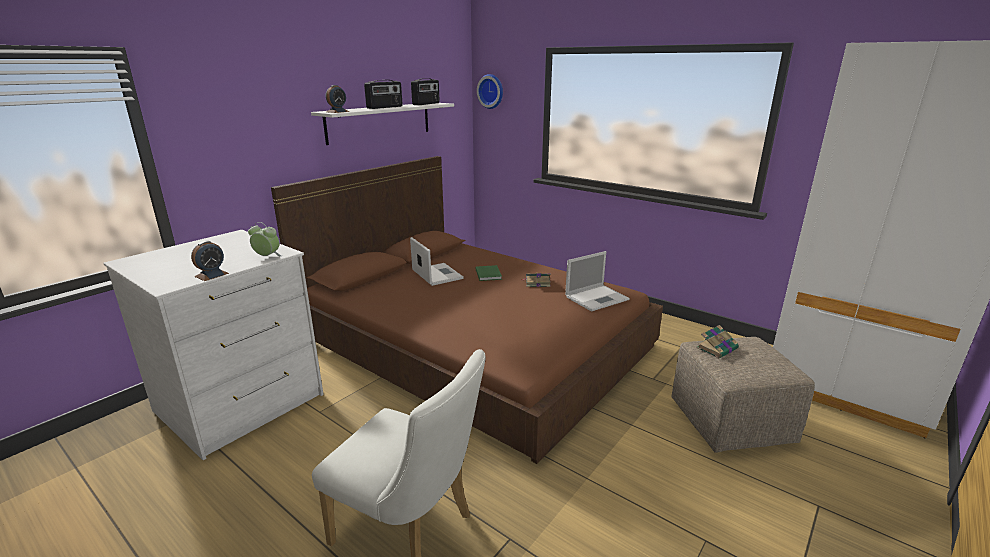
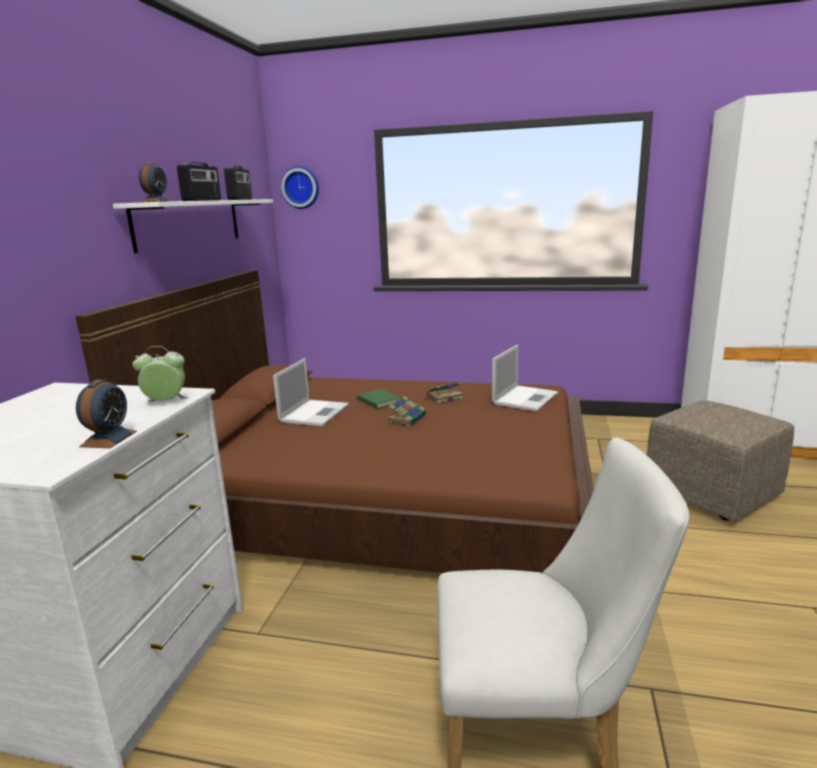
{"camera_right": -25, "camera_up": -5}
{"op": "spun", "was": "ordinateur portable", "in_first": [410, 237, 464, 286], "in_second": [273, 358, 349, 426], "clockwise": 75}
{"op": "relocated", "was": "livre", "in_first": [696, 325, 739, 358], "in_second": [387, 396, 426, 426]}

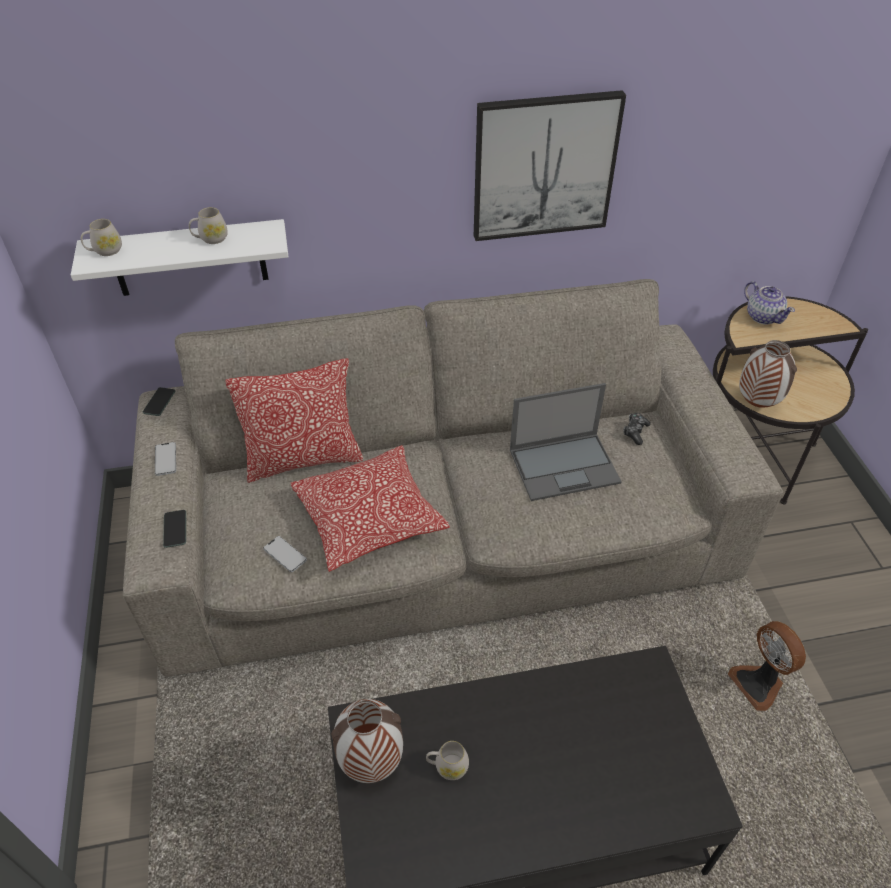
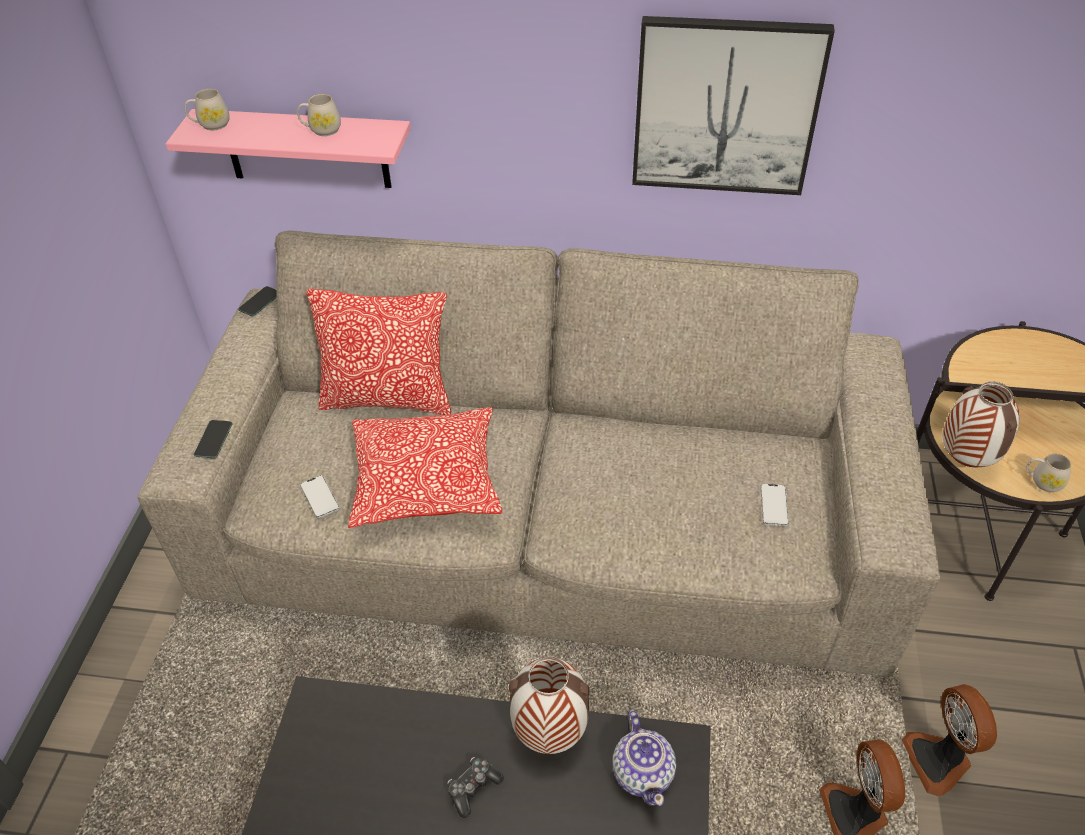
{"camera_right": 20, "camera_up": 0}
{"op": "colour", "was": "étagère/blanc", "now": "étagère/rose", "in_first": [71, 219, 288, 296], "in_second": [166, 109, 411, 188]}
{"op": "relocated", "was": "théière", "in_first": [744, 281, 795, 324], "in_second": [612, 710, 676, 806]}
{"op": "missing", "was": "ordinateur portable", "in_first": [510, 383, 622, 501]}
{"op": "relocated", "was": "manette", "in_first": [623, 413, 651, 445], "in_second": [447, 757, 504, 818]}
{"op": "relocated", "was": "téléphone", "in_first": [155, 442, 176, 476], "in_second": [761, 484, 789, 526]}
{"op": "relocated", "was": "vase", "in_first": [331, 699, 403, 783], "in_second": [509, 657, 589, 754]}
{"op": "relocated", "was": "mug/blanc", "in_first": [426, 741, 469, 780], "in_second": [1026, 453, 1071, 492]}
{"op": "appeared", "now": "ventilateur", "in_second": [902, 684, 997, 796]}

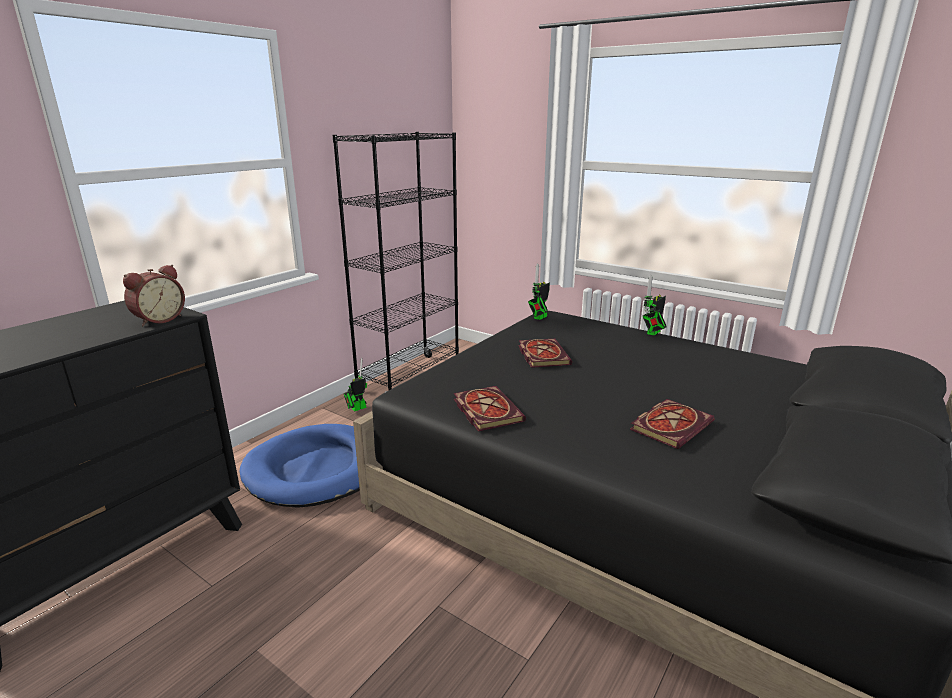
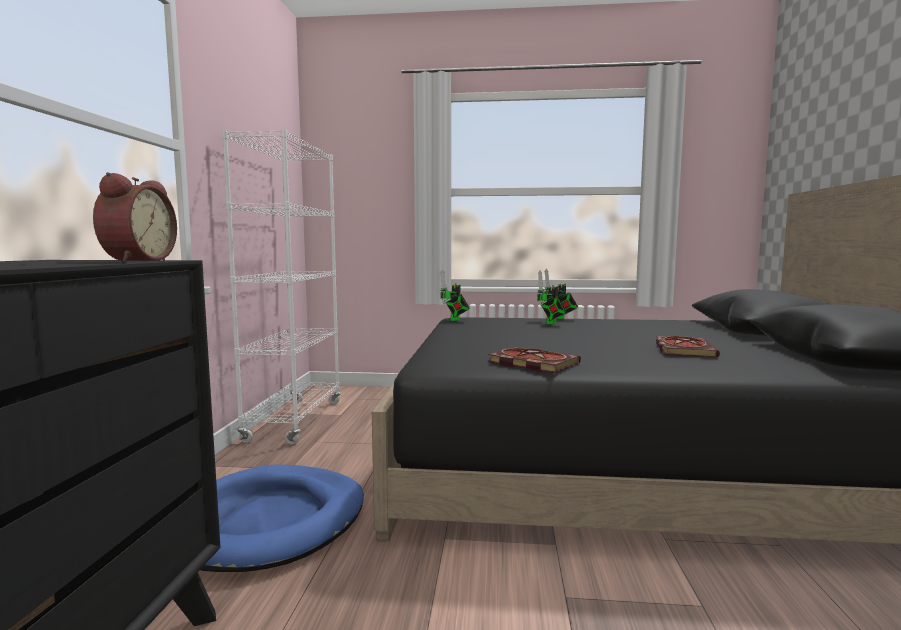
{"camera_right": -30, "camera_up": -15}
{"op": "colour", "was": "bibliothèque/noir", "now": "bibliothèque/blanc", "in_first": [333, 132, 459, 393], "in_second": [222, 129, 341, 445]}
{"op": "missing", "was": "livre", "in_first": [518, 339, 572, 368]}
{"op": "relocated", "was": "robot jouet", "in_first": [344, 358, 367, 411], "in_second": [537, 271, 566, 324]}

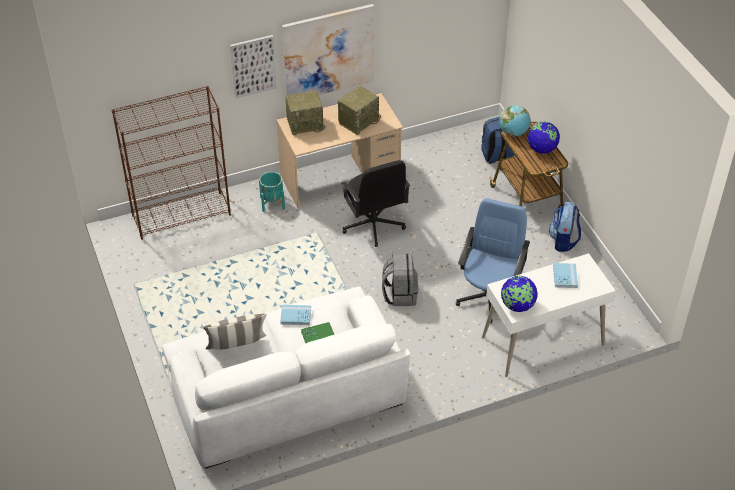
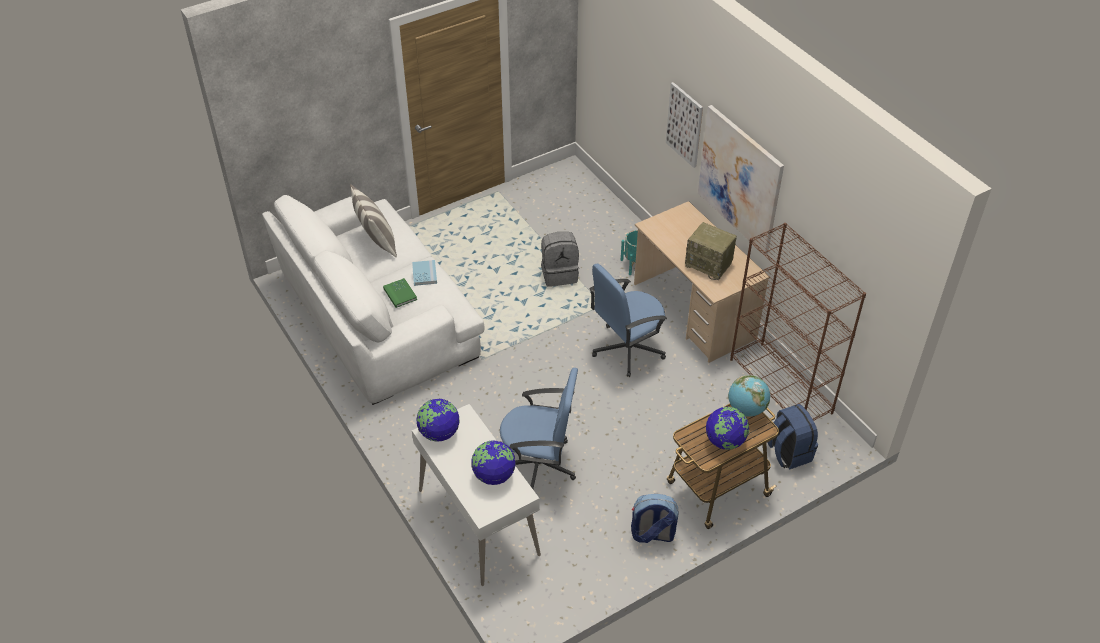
{"camera_right": 80, "camera_up": 0}
{"op": "relocated", "was": "bibliothèque/marron", "in_first": [112, 86, 231, 240], "in_second": [730, 223, 866, 421]}
{"op": "missing", "was": "radio", "in_first": [285, 90, 325, 135]}
{"op": "colour", "was": "chaise de bureau/noir", "now": "chaise de bureau/bleu", "in_first": [341, 160, 410, 247], "in_second": [589, 264, 667, 377]}
{"op": "relocated", "was": "sac à dos/gris", "in_first": [382, 254, 418, 306], "in_second": [541, 232, 579, 287]}
{"op": "exchanged", "was": "livre/bleu", "now": "globe", "in_first": [553, 263, 578, 288], "in_second": [471, 440, 516, 485]}

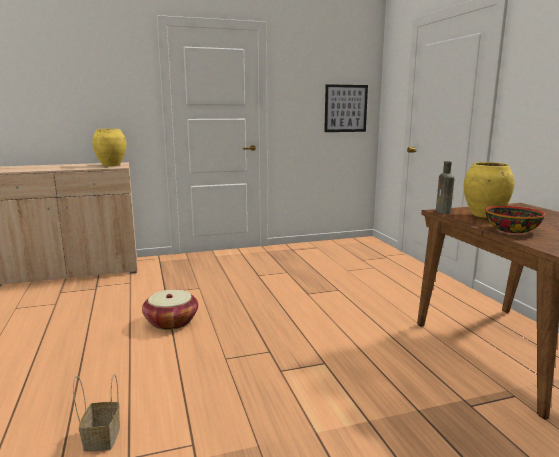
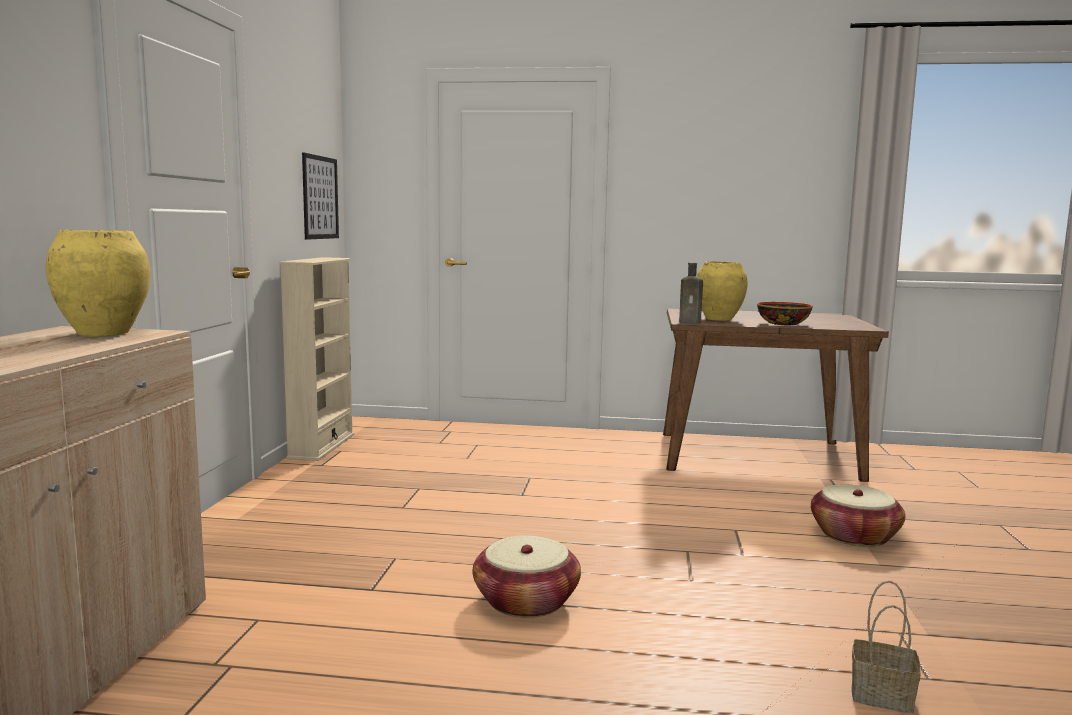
{"camera_right": -65, "camera_up": -5}
{"op": "appeared", "now": "bibliothèque/beige", "in_second": [280, 257, 355, 461]}
{"op": "appeared", "now": "panier", "in_second": [811, 485, 905, 547]}

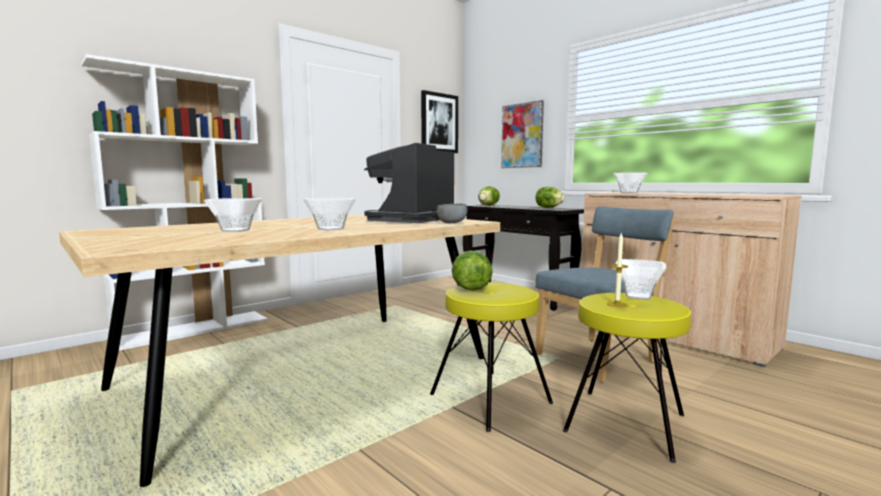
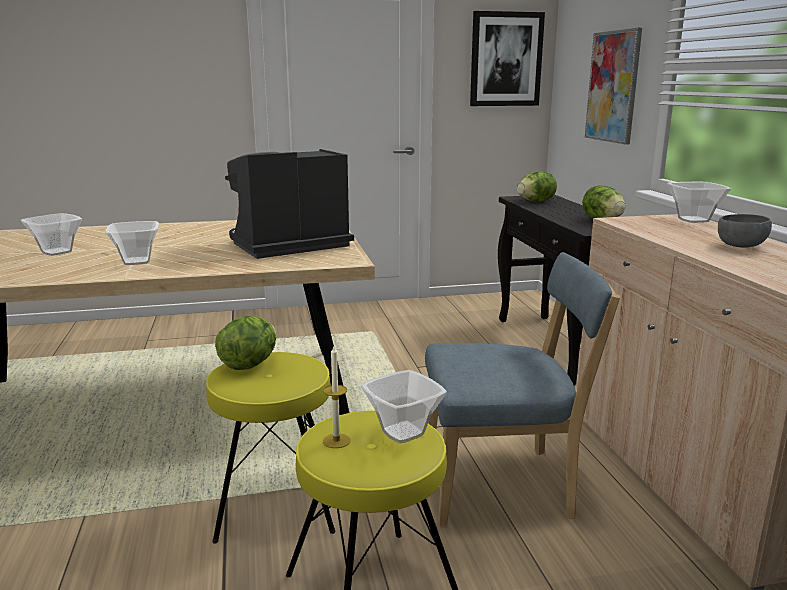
{"camera_right": 30, "camera_up": 10}
{"op": "missing", "was": "bibliothèque/blanc", "in_first": [81, 54, 268, 351]}
{"op": "relocated", "was": "bol/gris", "in_first": [437, 204, 467, 223], "in_second": [718, 214, 772, 248]}

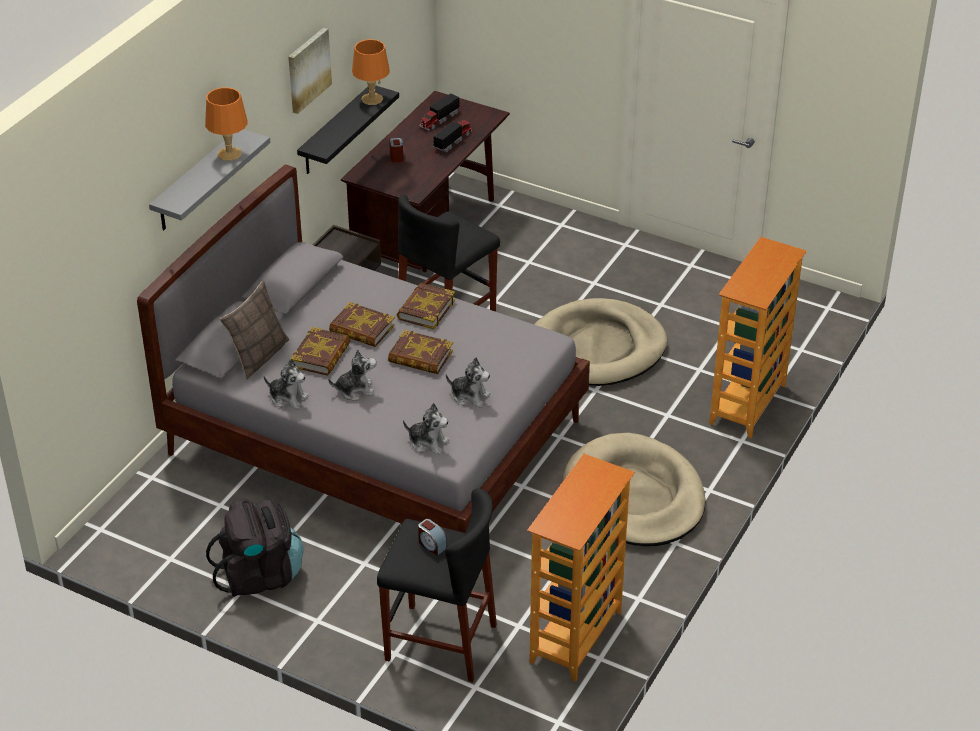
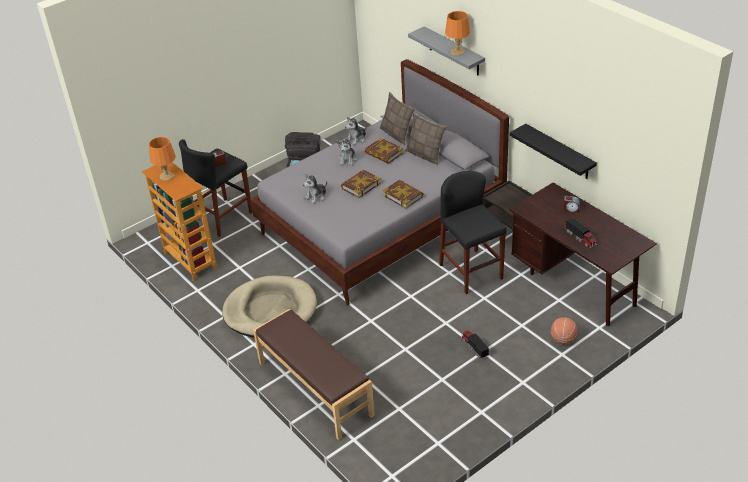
{"camera_right": 115, "camera_up": 0}
{"op": "missing", "was": "tableau", "in_first": [288, 27, 332, 114]}
{"op": "relocated", "was": "lampe de table/orange", "in_first": [352, 39, 390, 105], "in_second": [149, 137, 176, 181]}
{"op": "relocated", "was": "camion jouet", "in_first": [419, 93, 460, 131], "in_second": [461, 330, 489, 359]}
{"op": "exchanged", "was": "bibliothèque", "now": "banc/marron", "in_first": [709, 237, 807, 438], "in_second": [253, 309, 375, 440]}
{"op": "missing", "was": "panier pour chien/beige", "in_first": [534, 298, 667, 386]}
{"op": "missing", "was": "livre", "in_first": [329, 302, 395, 347]}
{"op": "missing", "was": "peluche", "in_first": [403, 403, 450, 455]}
{"op": "appeared", "now": "coussin", "in_second": [405, 113, 447, 165]}
{"op": "appeared", "now": "ballon de basket", "in_second": [551, 317, 577, 344]}

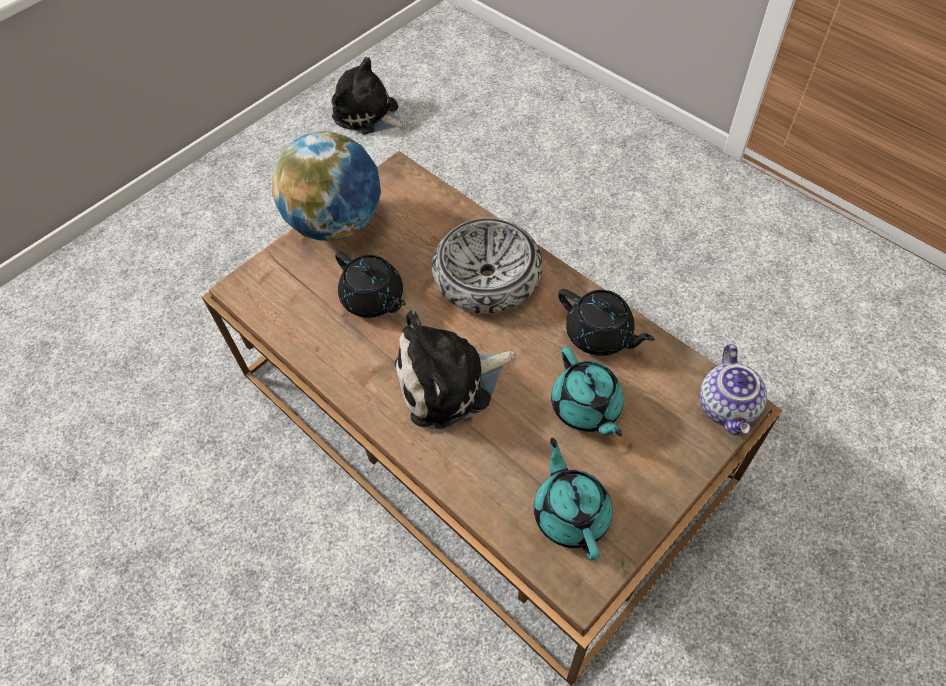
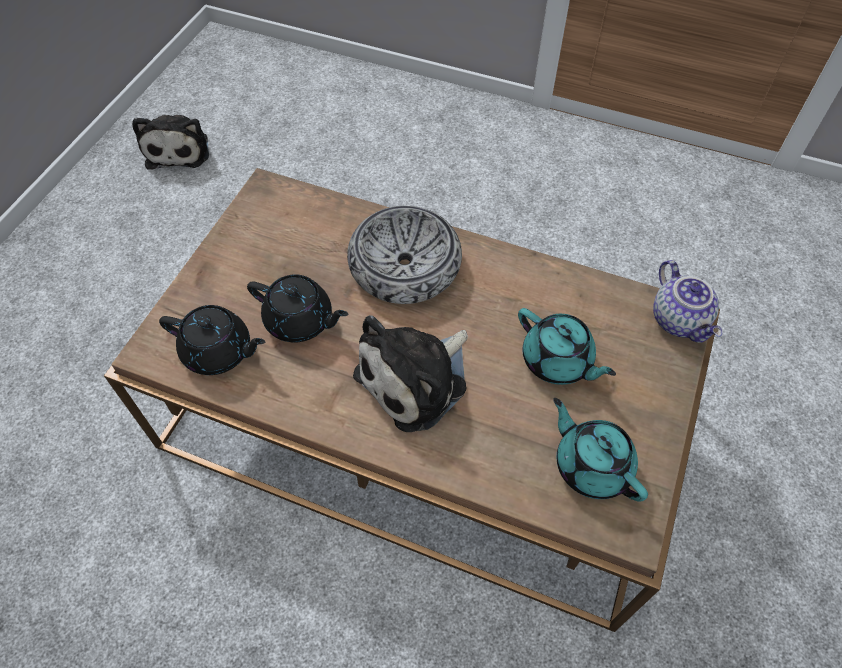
{"camera_right": -25, "camera_up": 0}
{"op": "spun", "was": "peluche", "in_first": [331, 57, 408, 135], "in_second": [132, 115, 209, 170], "clockwise": -105}
{"op": "missing", "was": "globe", "in_first": [272, 131, 381, 241]}
{"op": "relocated", "was": "théière/noir", "in_first": [558, 289, 655, 356], "in_second": [159, 305, 265, 375]}

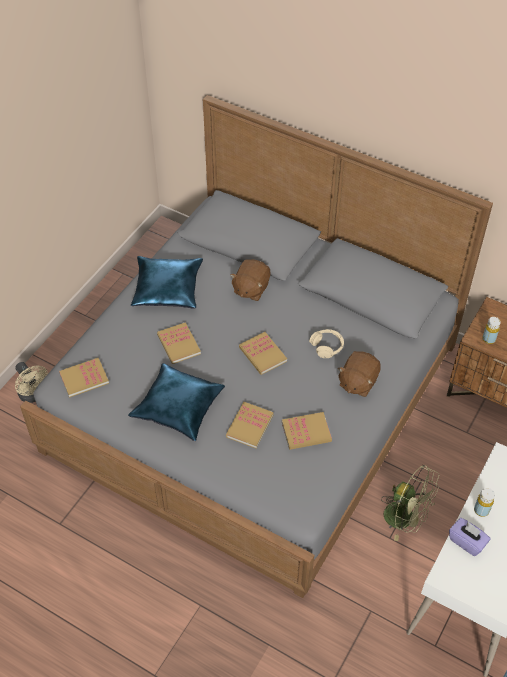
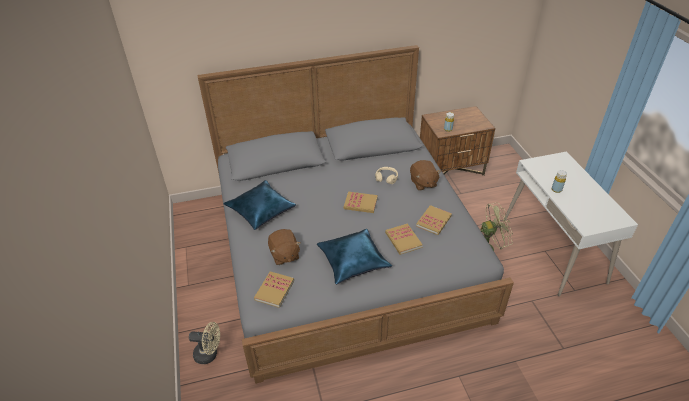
{"camera_right": -45, "camera_up": -10}
{"op": "relocated", "was": "peluche/marron", "in_first": [230, 259, 270, 301], "in_second": [268, 229, 301, 265]}
{"op": "missing", "was": "livre", "in_first": [157, 322, 201, 364]}
{"op": "missing", "was": "boîte à mouchoirs/violet", "in_first": [449, 518, 491, 556]}

